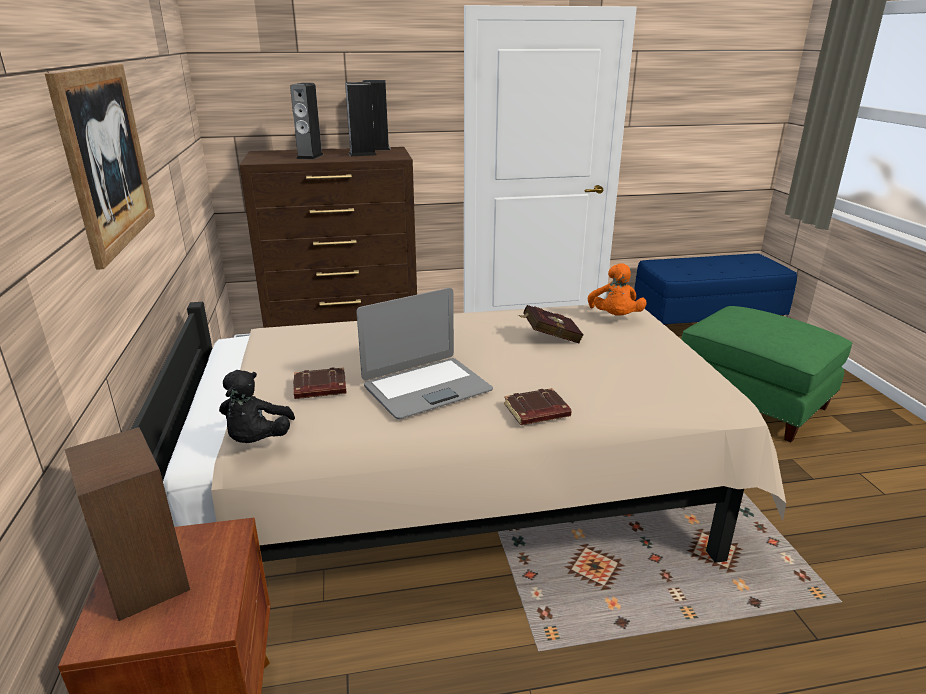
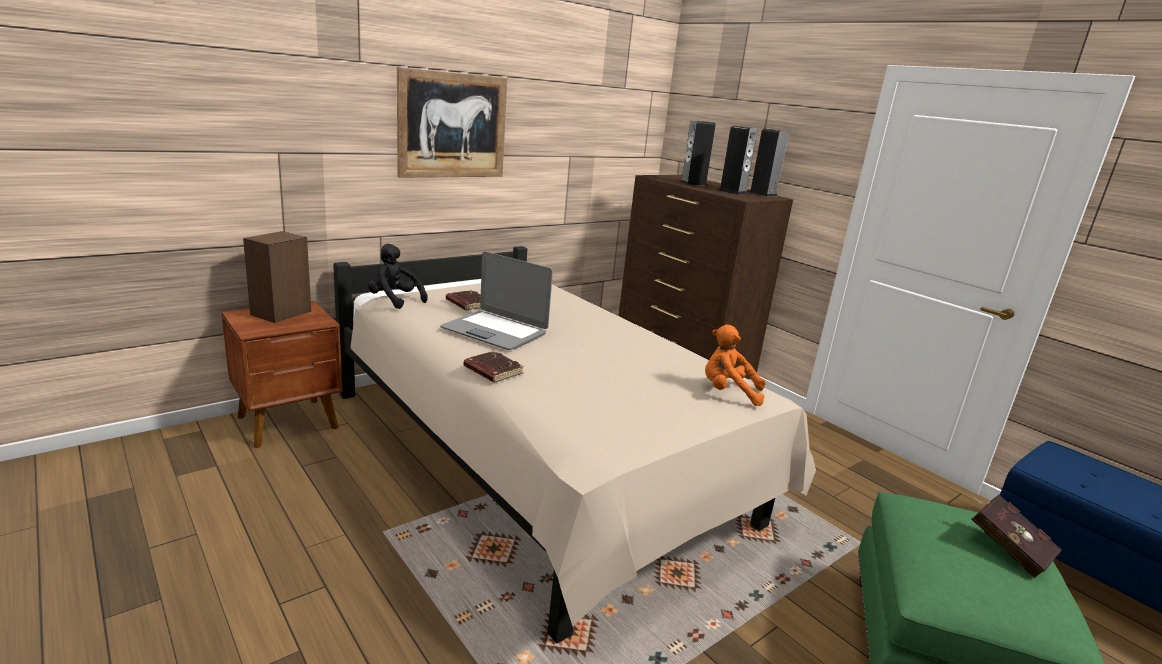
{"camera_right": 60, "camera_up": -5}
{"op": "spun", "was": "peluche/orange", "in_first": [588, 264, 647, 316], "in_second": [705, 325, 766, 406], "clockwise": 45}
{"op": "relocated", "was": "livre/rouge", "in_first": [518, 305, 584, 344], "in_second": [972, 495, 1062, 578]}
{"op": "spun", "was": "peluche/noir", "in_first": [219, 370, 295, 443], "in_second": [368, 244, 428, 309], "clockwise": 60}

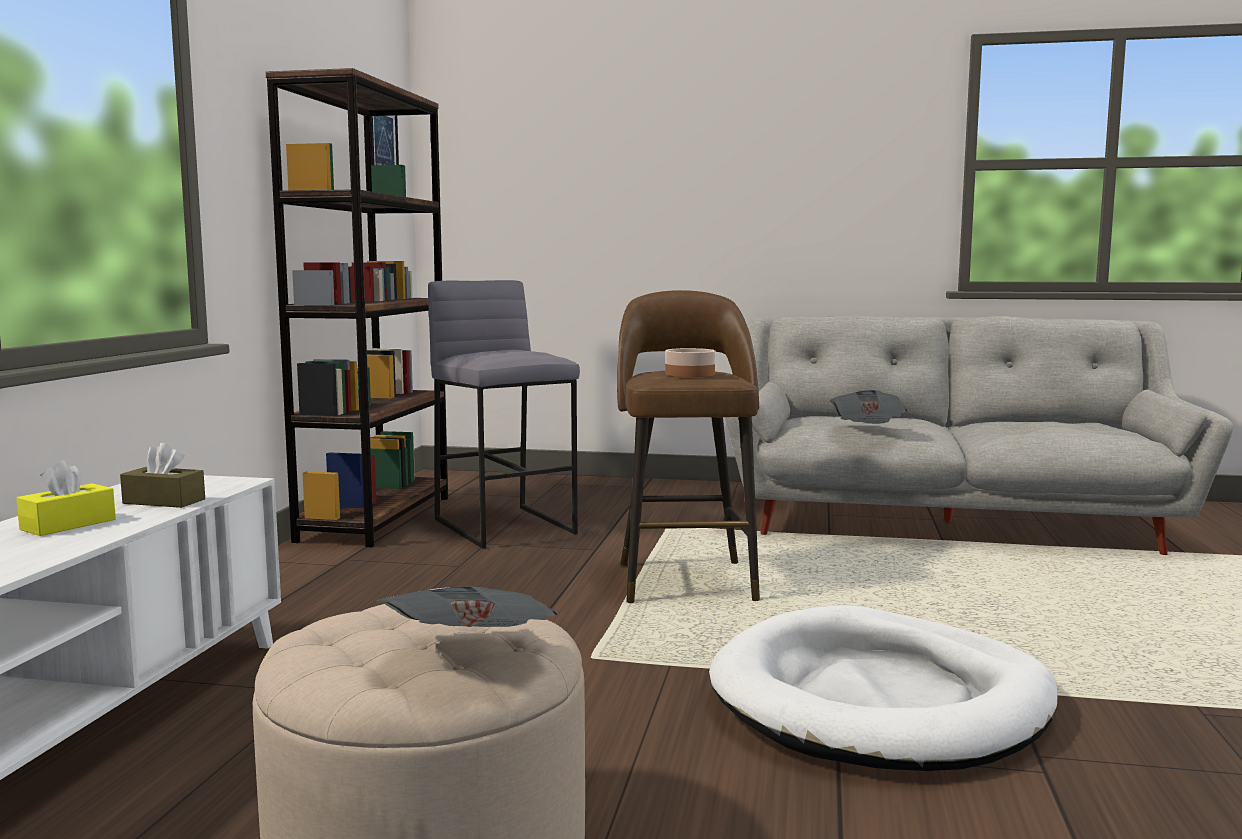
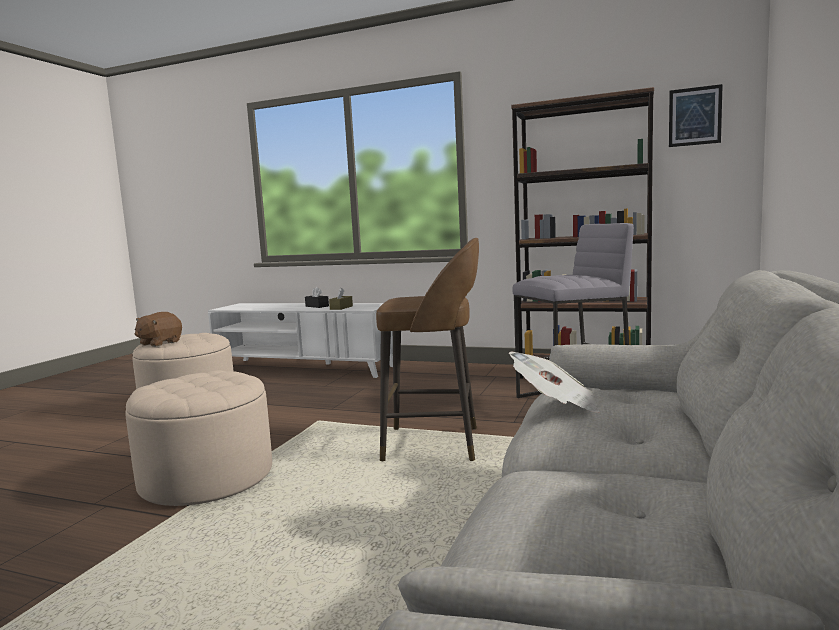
{"camera_right": 100, "camera_up": 0}
{"op": "missing", "was": "bol", "in_first": [665, 348, 715, 377]}
{"op": "colour", "was": "boîte à mouchoirs/jaune", "now": "boîte à mouchoirs/noir", "in_first": [16, 460, 116, 536], "in_second": [305, 287, 329, 308]}
{"op": "exchanged", "was": "journal", "now": "peluche/marron", "in_first": [375, 586, 557, 627], "in_second": [135, 312, 182, 347]}
{"op": "exchanged", "was": "panier pour chien/blanc", "now": "pouf/beige", "in_first": [709, 605, 1058, 771], "in_second": [125, 370, 272, 506]}

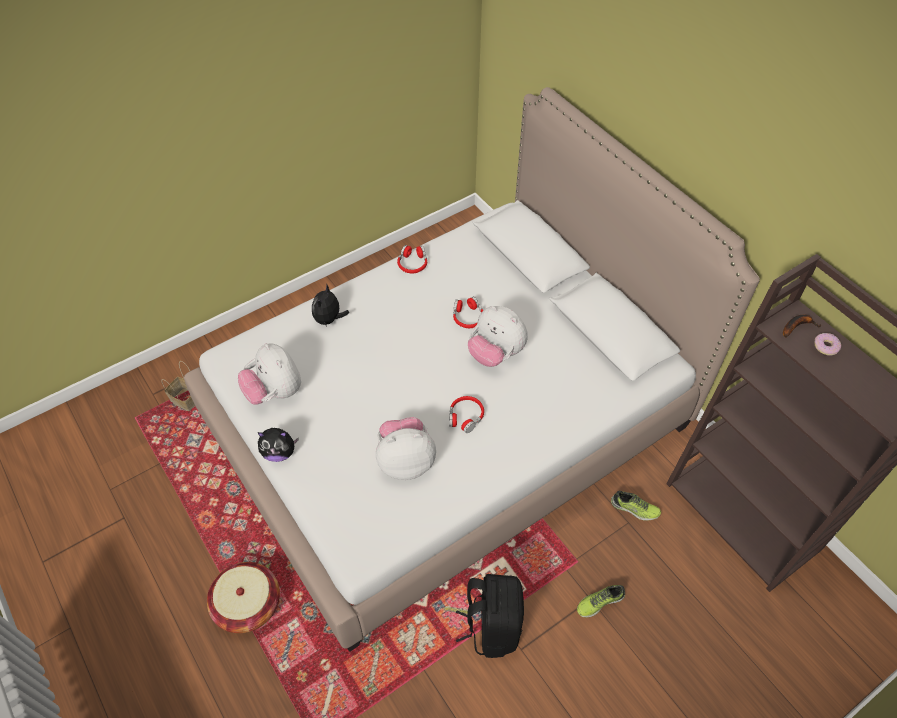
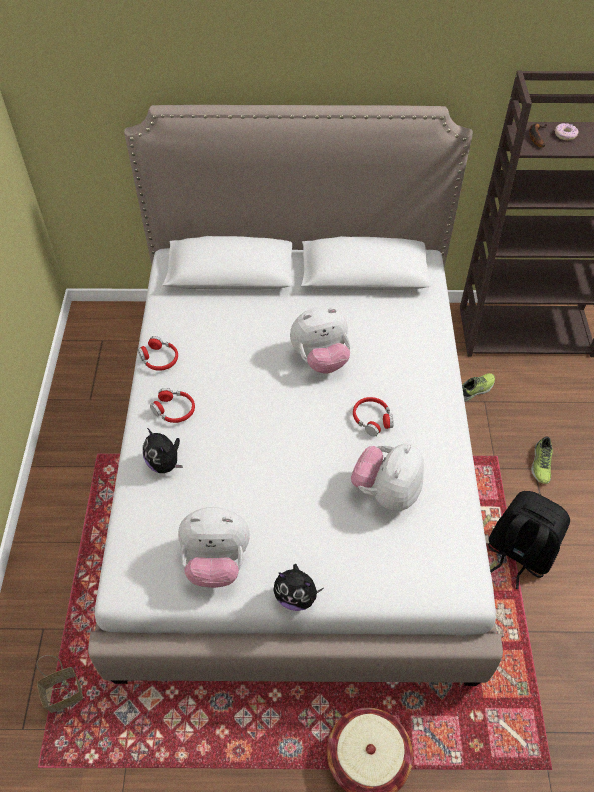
{"camera_right": -55, "camera_up": 0}
{"op": "relocated", "was": "casque audio/rouge", "in_first": [453, 297, 483, 328], "in_second": [150, 388, 195, 423]}
{"op": "spun", "was": "peluche", "in_first": [257, 428, 299, 462], "in_second": [273, 564, 323, 611], "clockwise": 75}

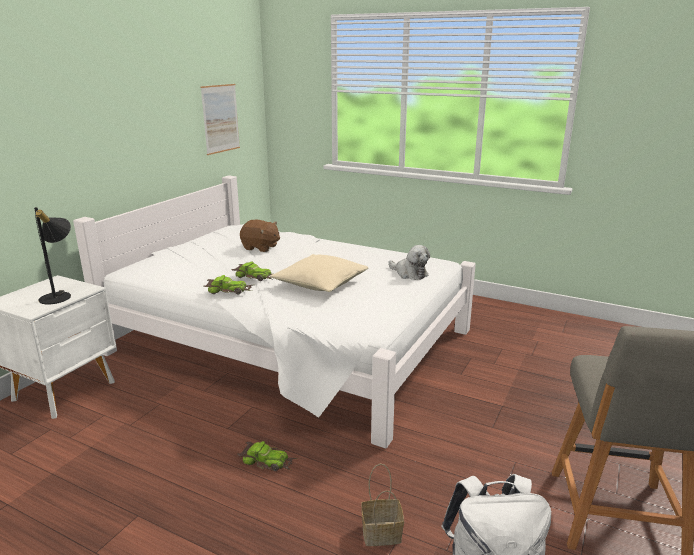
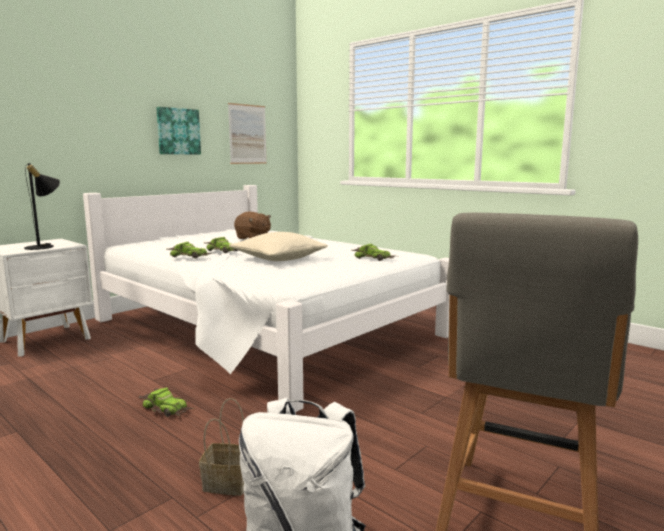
{"camera_right": 15, "camera_up": -10}
{"op": "exchanged", "was": "peluche", "now": "petite voiture", "in_first": [388, 245, 430, 280], "in_second": [351, 244, 394, 261]}
{"op": "appeared", "now": "tableau", "in_second": [156, 107, 201, 154]}

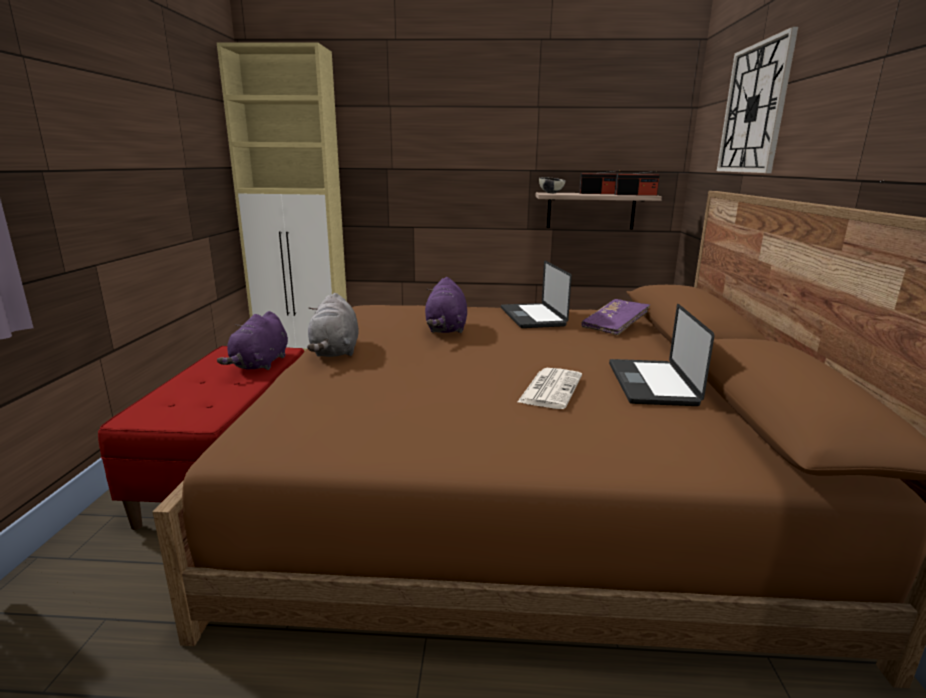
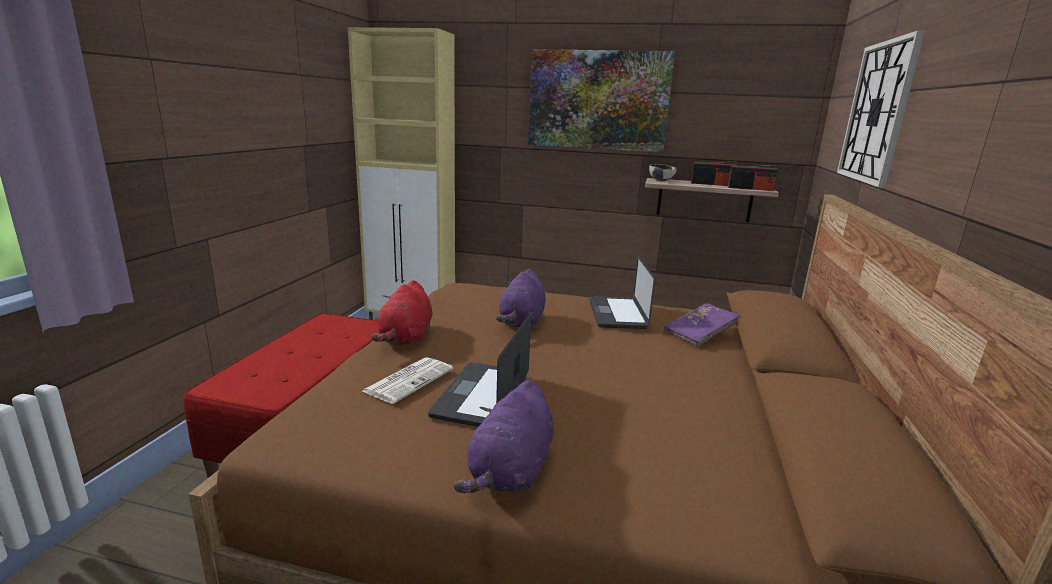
{"camera_right": 10, "camera_up": 0}
{"op": "colour", "was": "peluche/gris", "now": "peluche/rouge", "in_first": [307, 293, 359, 357], "in_second": [371, 280, 432, 345]}
{"op": "relocated", "was": "ordinateur portable", "in_first": [609, 304, 714, 406], "in_second": [428, 314, 531, 427]}
{"op": "relocated", "was": "peluche/violet", "in_first": [217, 311, 288, 370], "in_second": [454, 380, 554, 494]}
{"op": "relocated", "was": "journal", "in_first": [518, 368, 582, 409], "in_second": [362, 357, 453, 404]}
{"op": "appeared", "now": "tableau", "in_second": [528, 49, 675, 152]}

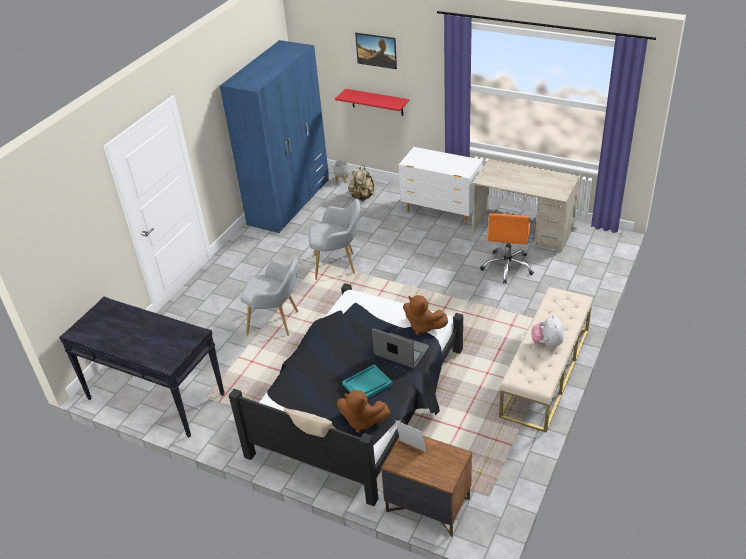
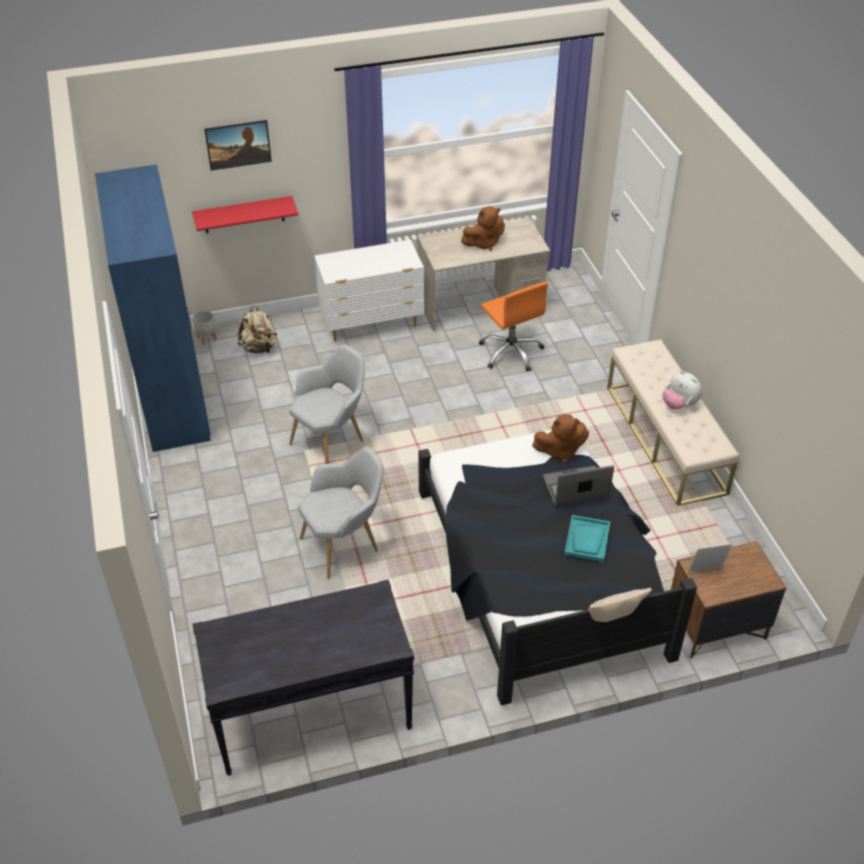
{"camera_right": -45, "camera_up": 5}
{"op": "relocated", "was": "peluche/marron", "in_first": [337, 390, 390, 433], "in_second": [461, 206, 505, 251]}

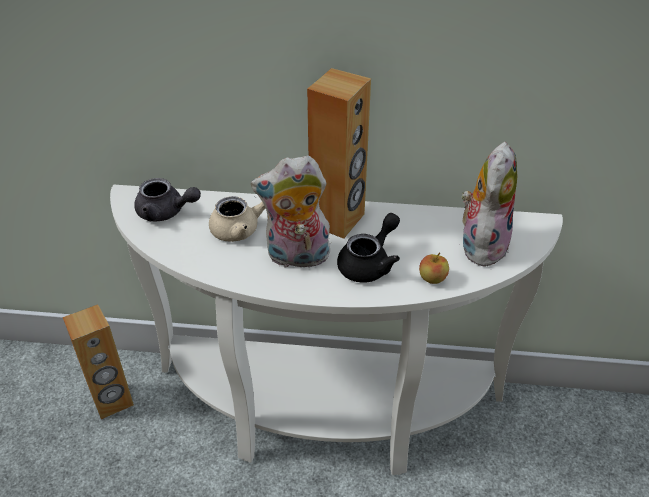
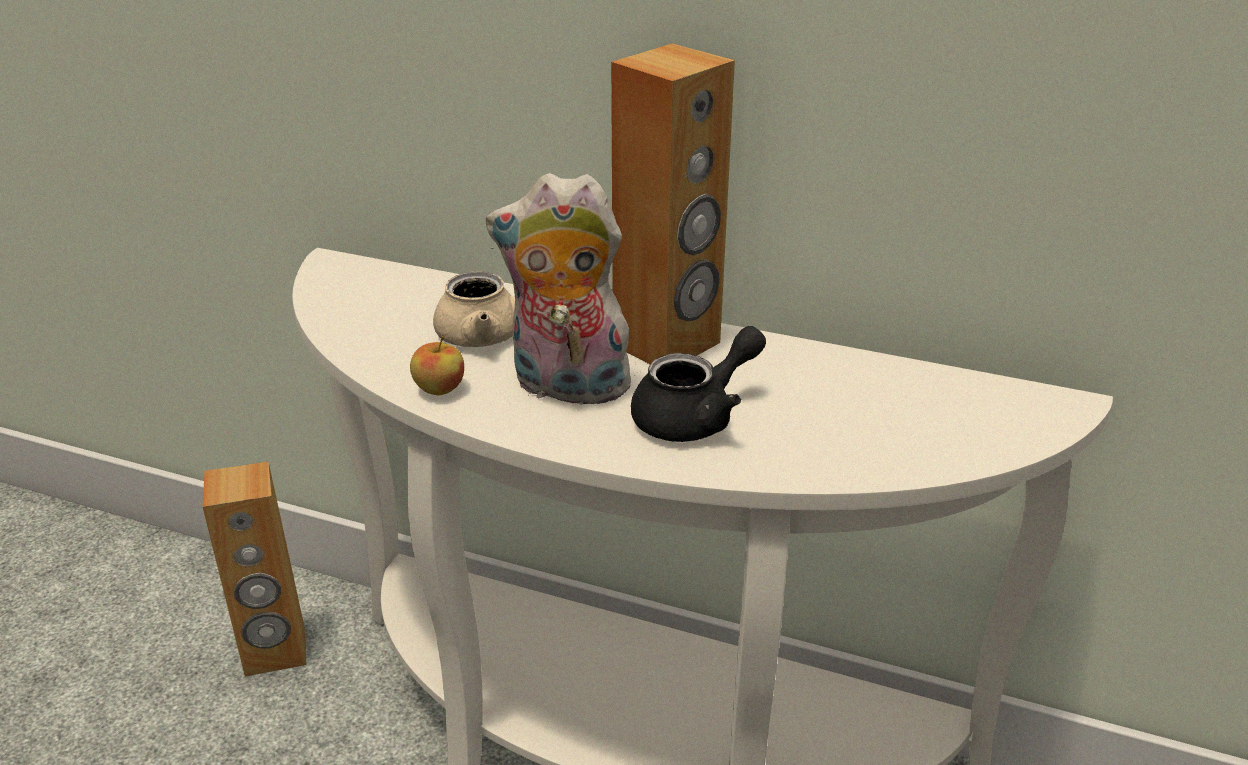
{"camera_right": 15, "camera_up": -10}
{"op": "missing", "was": "peluche", "in_first": [462, 142, 517, 266]}
{"op": "missing", "was": "théière/gris", "in_first": [134, 178, 201, 221]}
{"op": "relocated", "was": "pomme", "in_first": [419, 252, 449, 284], "in_second": [410, 335, 464, 395]}

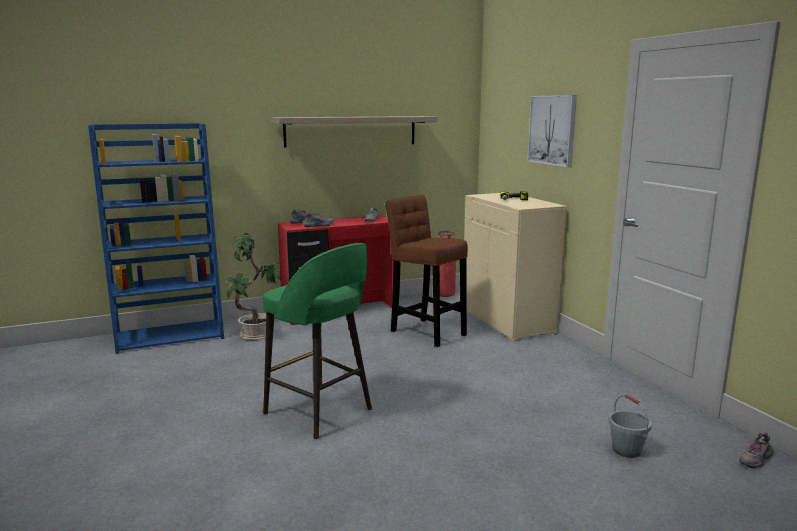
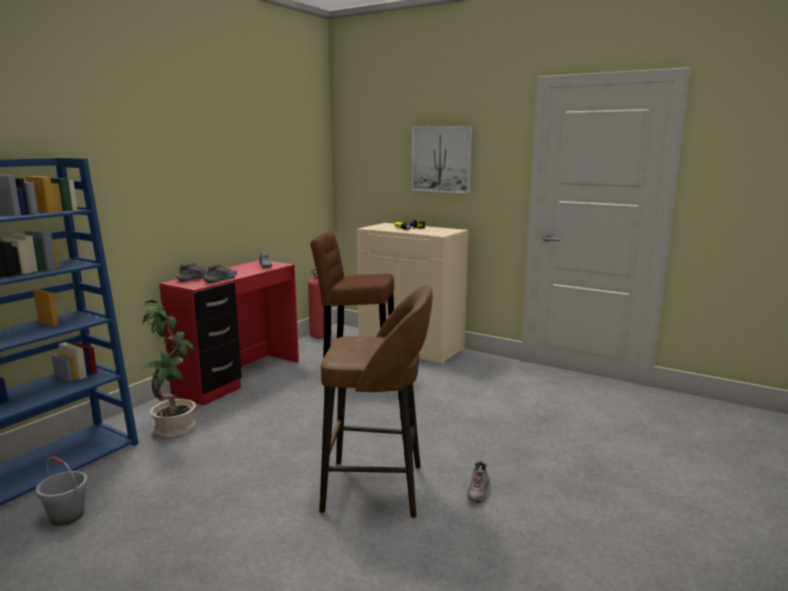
{"camera_right": -35, "camera_up": 0}
{"op": "missing", "was": "étagère", "in_first": [271, 116, 438, 148]}
{"op": "colour", "was": "tabouret/vert", "now": "tabouret/marron", "in_first": [263, 243, 372, 440], "in_second": [319, 286, 433, 518]}
{"op": "relocated", "was": "seau/gris", "in_first": [608, 394, 652, 458], "in_second": [36, 456, 88, 526]}
{"op": "relocated", "was": "chaussure", "in_first": [739, 433, 773, 469], "in_second": [467, 461, 490, 503]}

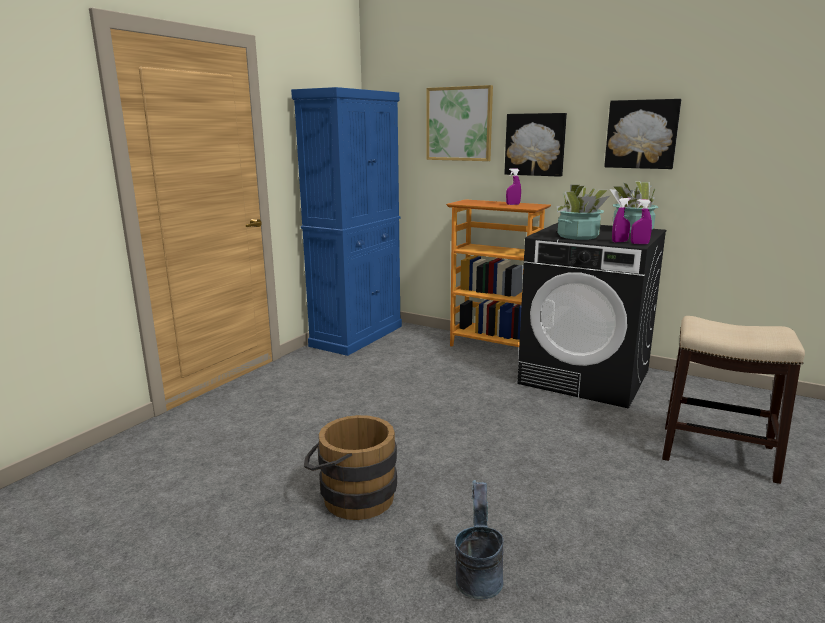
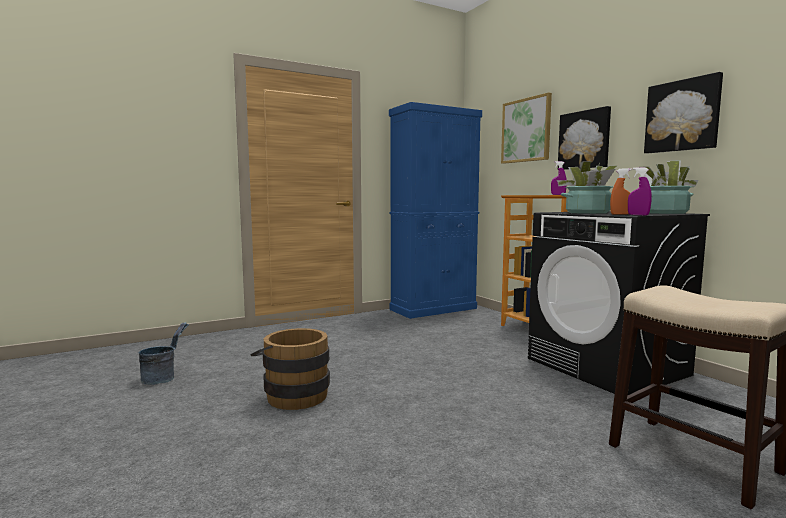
{"camera_right": 30, "camera_up": -10}
{"op": "colour", "was": "vaporisateur/violet", "now": "vaporisateur/orange", "in_first": [612, 198, 631, 243], "in_second": [610, 168, 632, 215]}
{"op": "relocated", "was": "seau/gris", "in_first": [455, 480, 504, 599], "in_second": [139, 322, 189, 385]}

